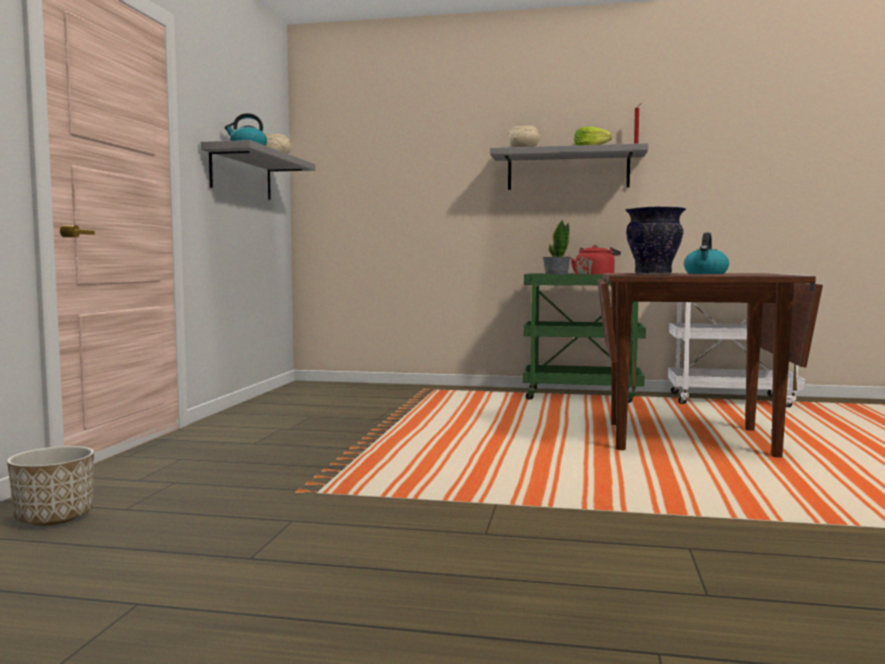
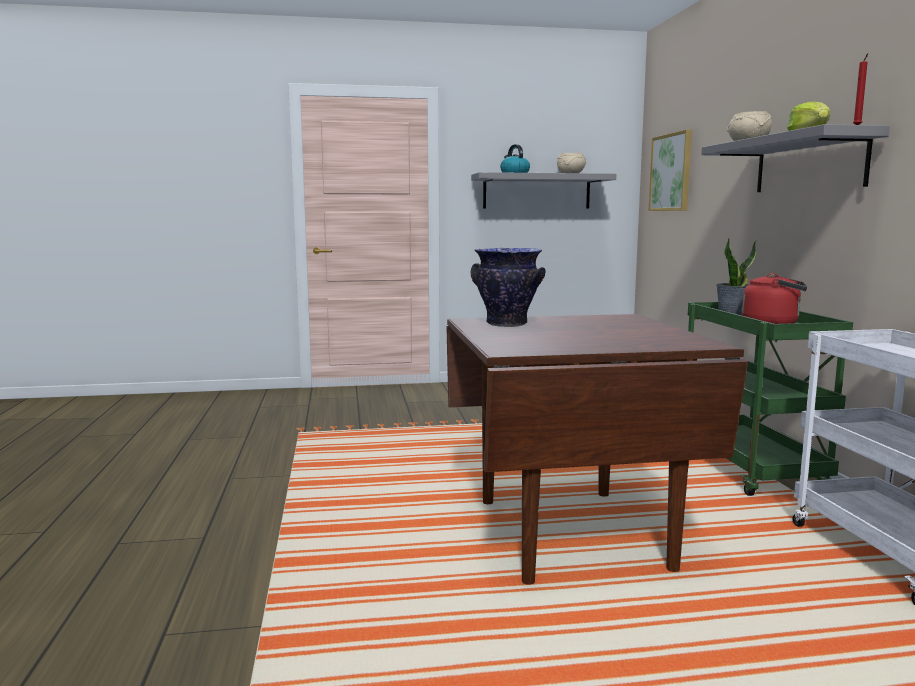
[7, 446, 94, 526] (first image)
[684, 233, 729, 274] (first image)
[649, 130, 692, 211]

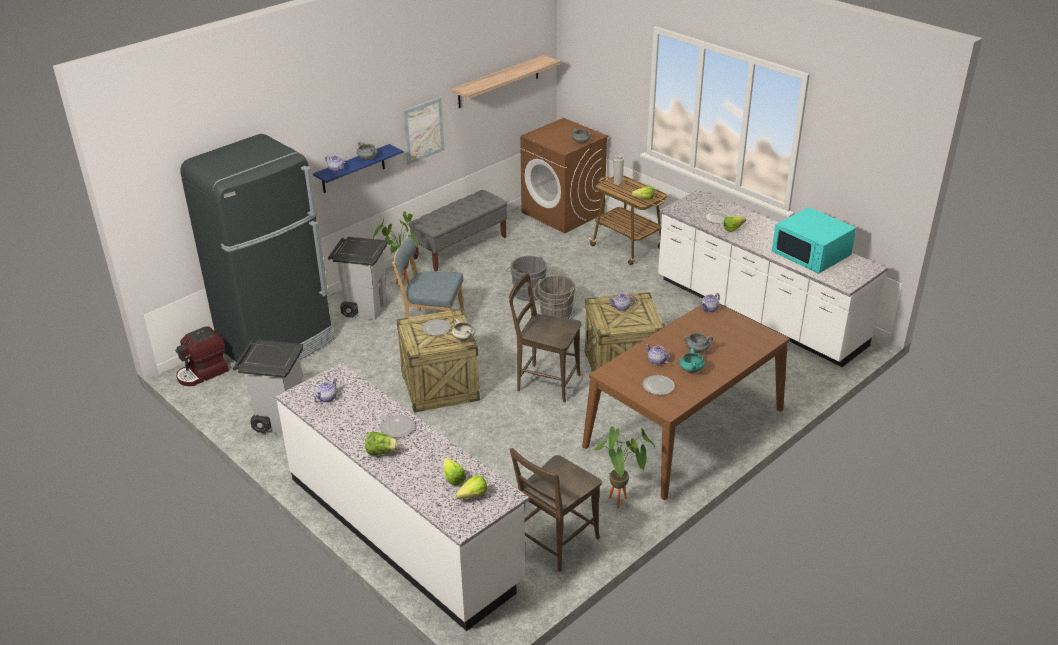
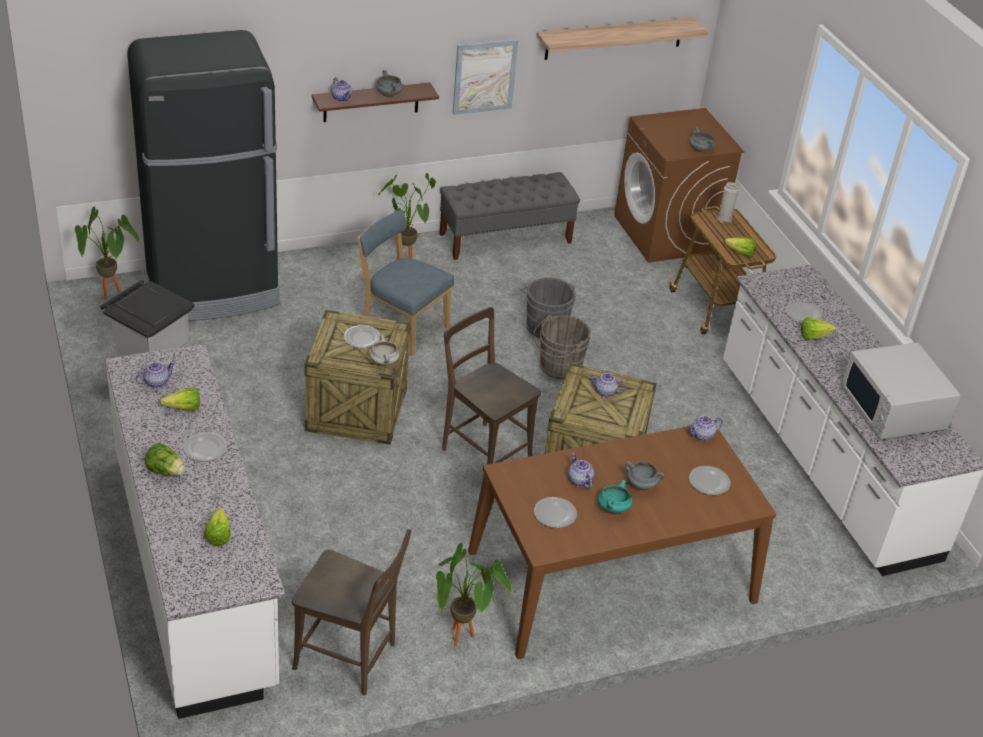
[75, 206, 139, 299]
[312, 83, 439, 122]
[328, 237, 387, 320] (first image)
[160, 388, 200, 411]
[292, 529, 411, 695]
[840, 342, 960, 440]
[689, 466, 731, 495]

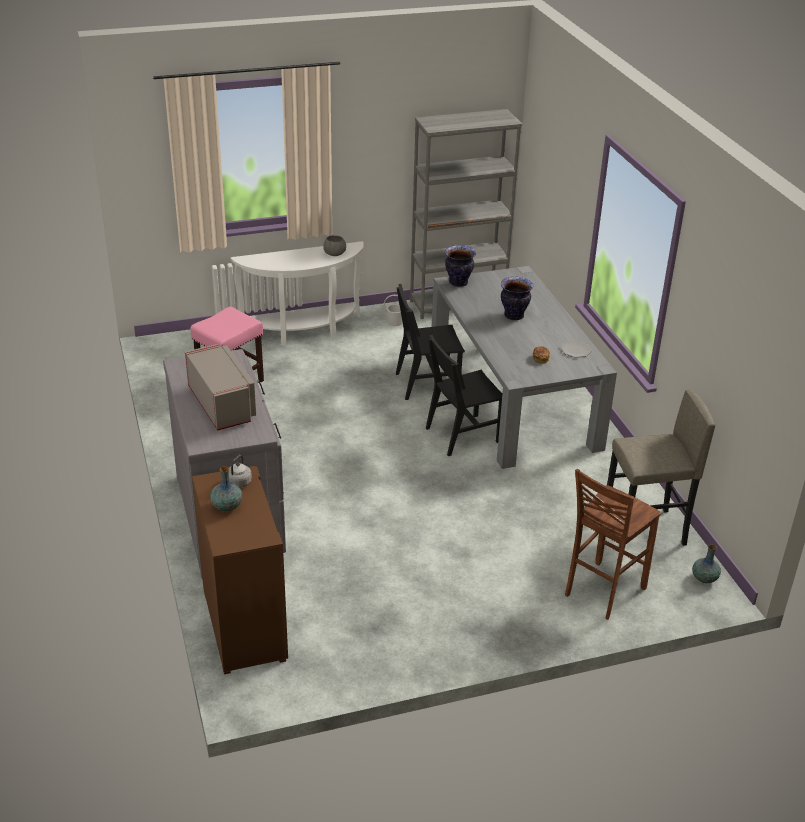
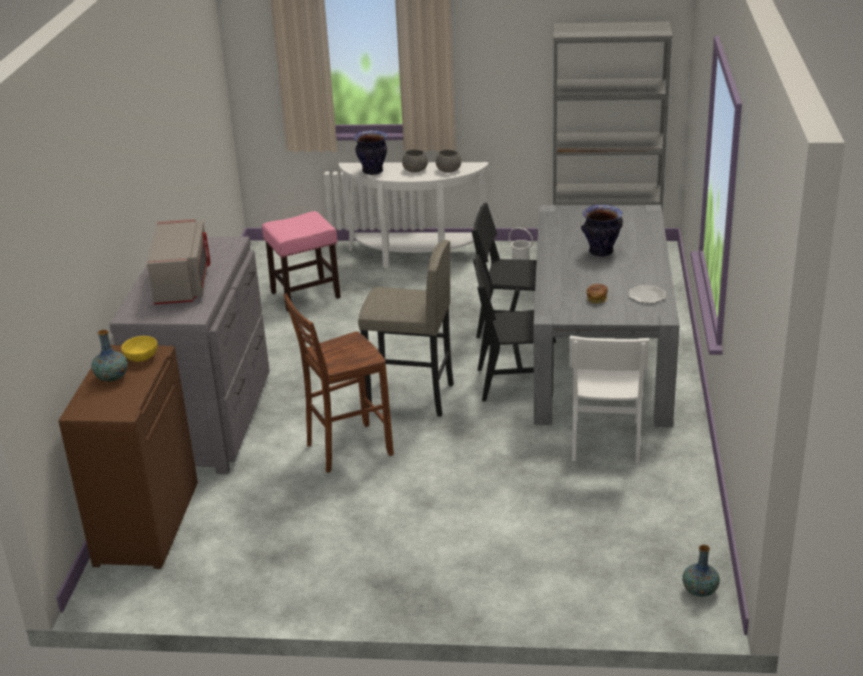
[121, 336, 157, 362]
[354, 130, 387, 175]
[284, 293, 394, 473]
[358, 240, 454, 417]
[402, 150, 428, 172]
[570, 335, 649, 464]

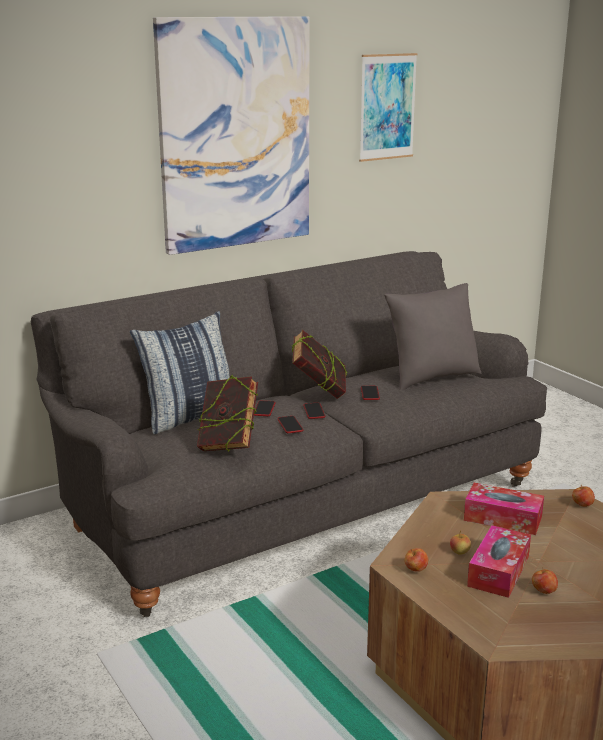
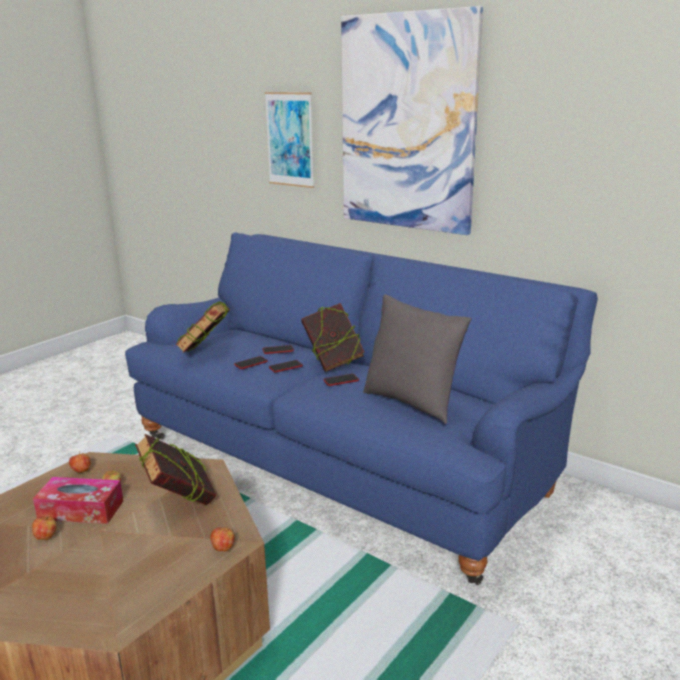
[125, 232, 598, 585]
[130, 311, 230, 434] (first image)
[264, 92, 314, 188]
[135, 434, 216, 505]

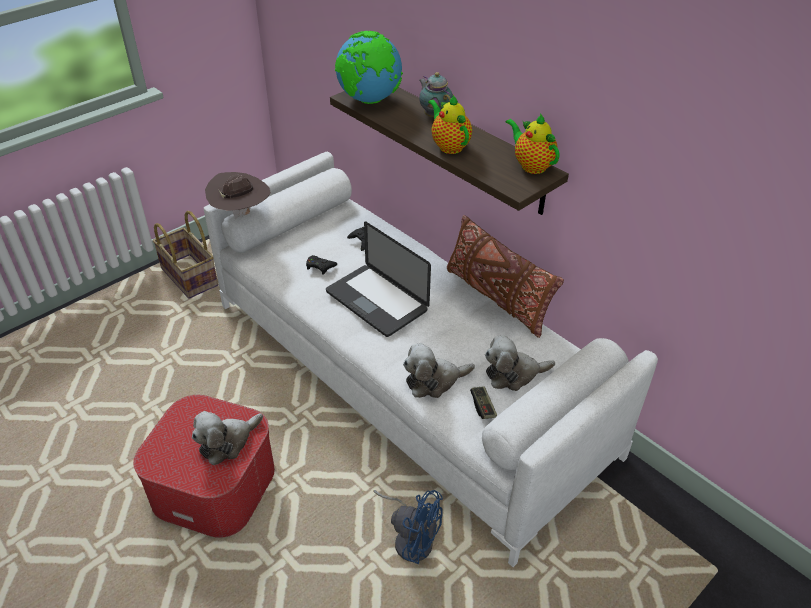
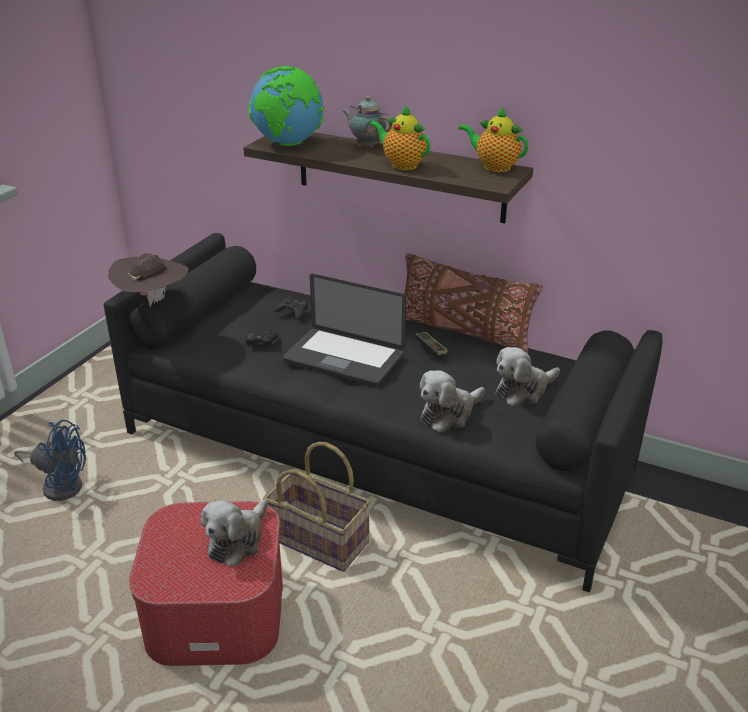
[263, 442, 371, 572]
[104, 233, 662, 593]
[14, 420, 86, 501]
[415, 332, 448, 356]

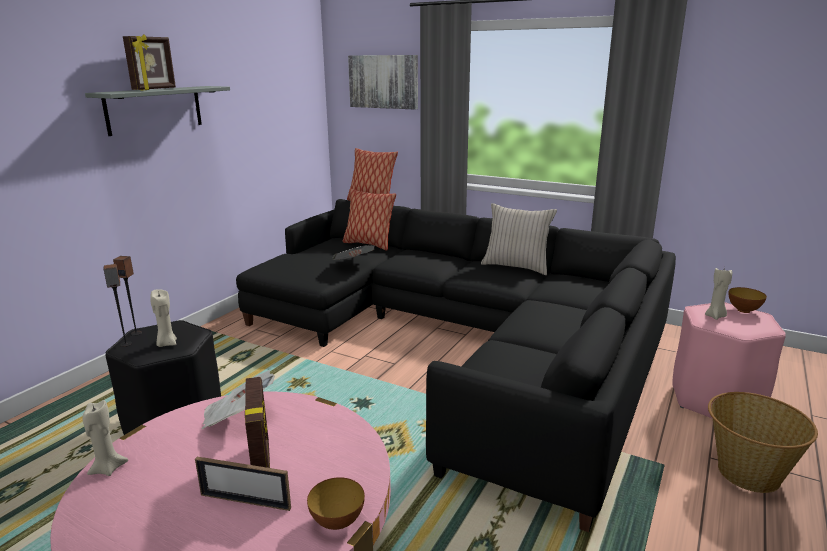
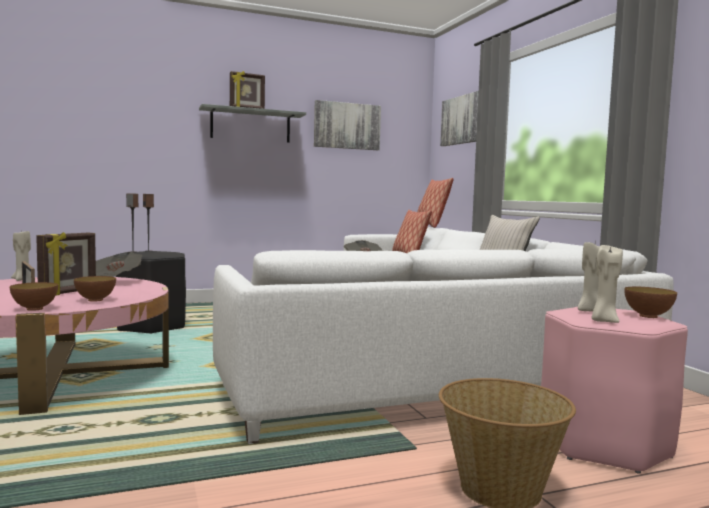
[592, 245, 623, 323]
[213, 227, 674, 444]
[74, 276, 116, 302]
[314, 100, 381, 150]

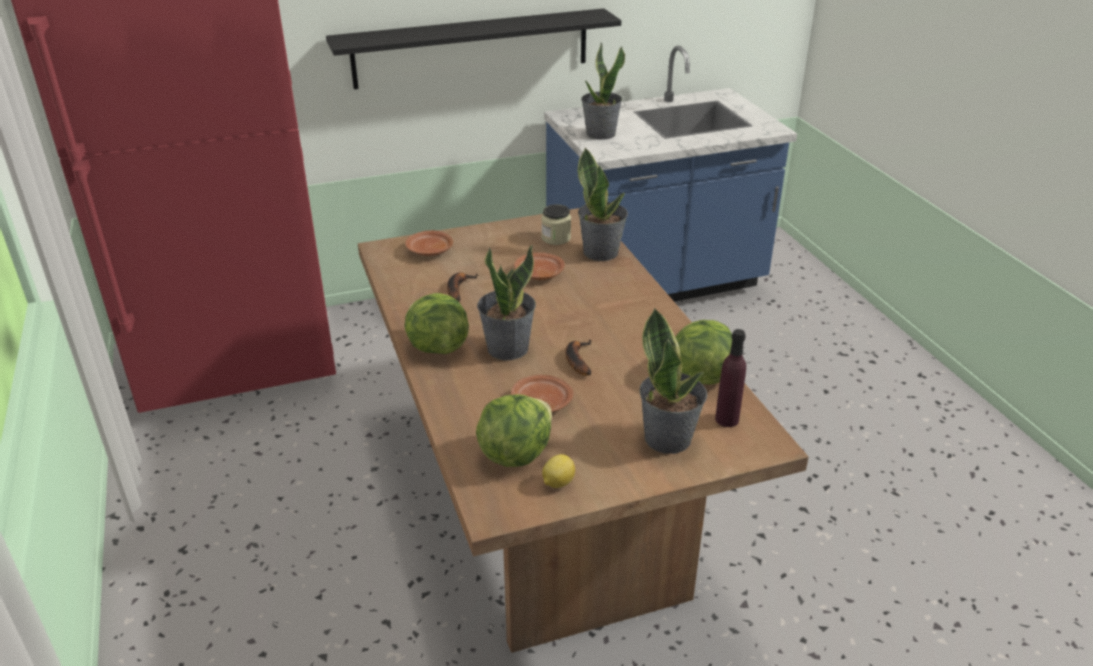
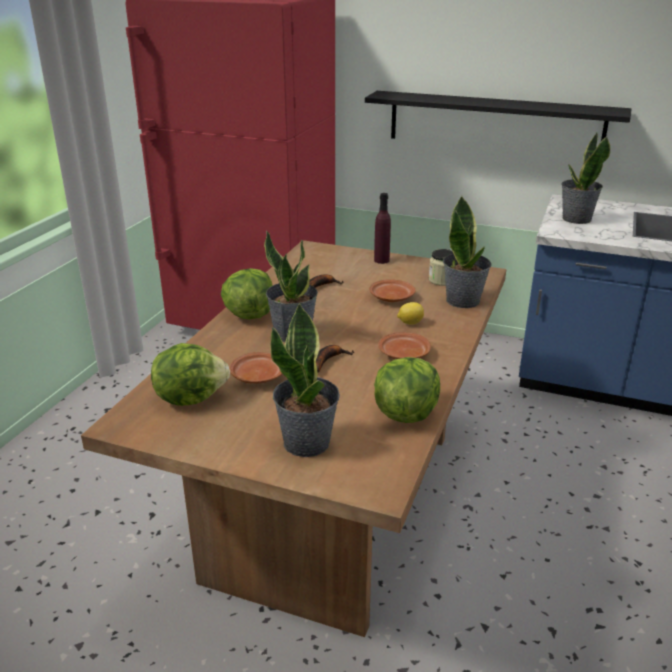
[378, 332, 431, 359]
[397, 302, 424, 324]
[374, 193, 391, 264]

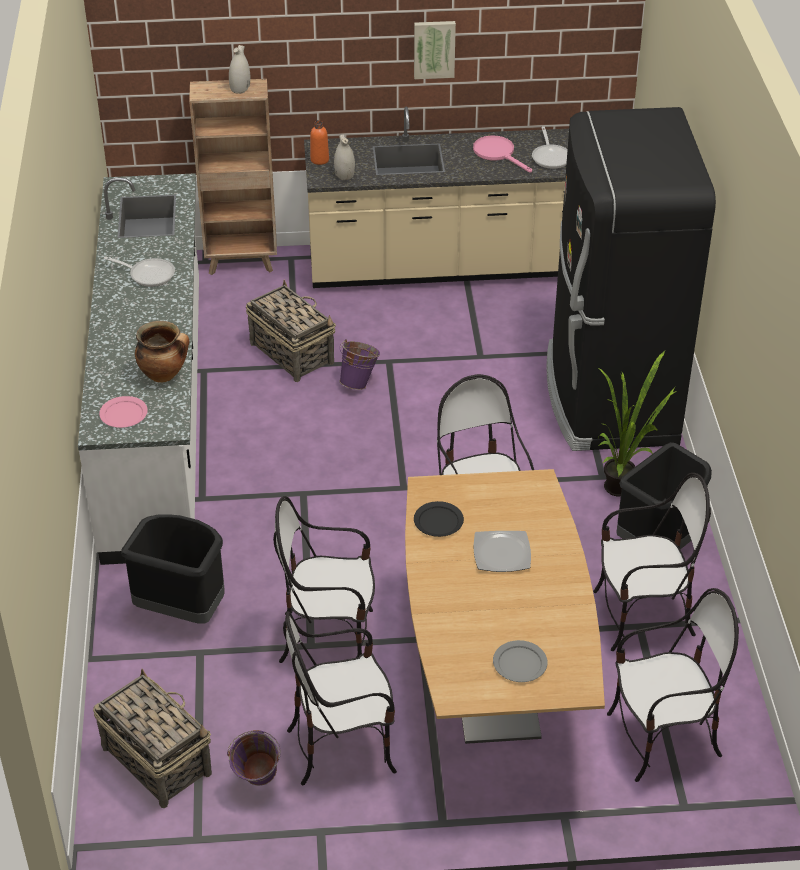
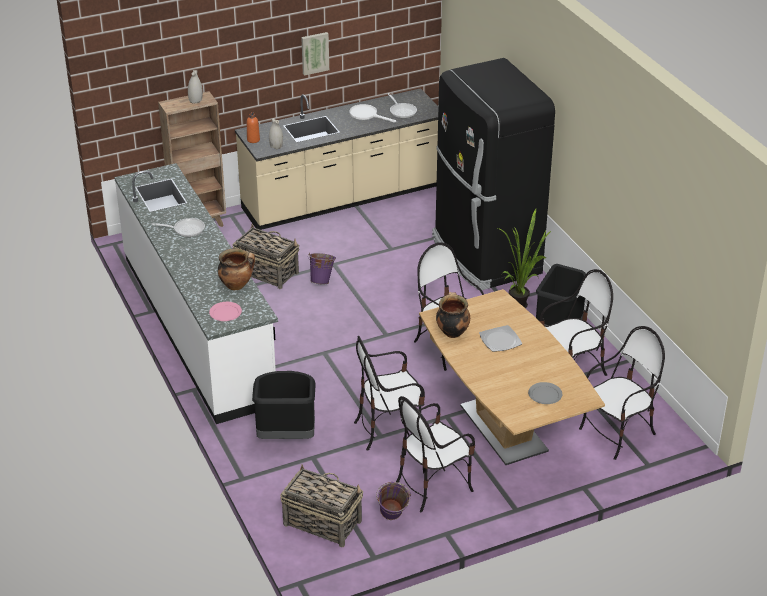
[436, 292, 470, 338]
[349, 104, 396, 123]

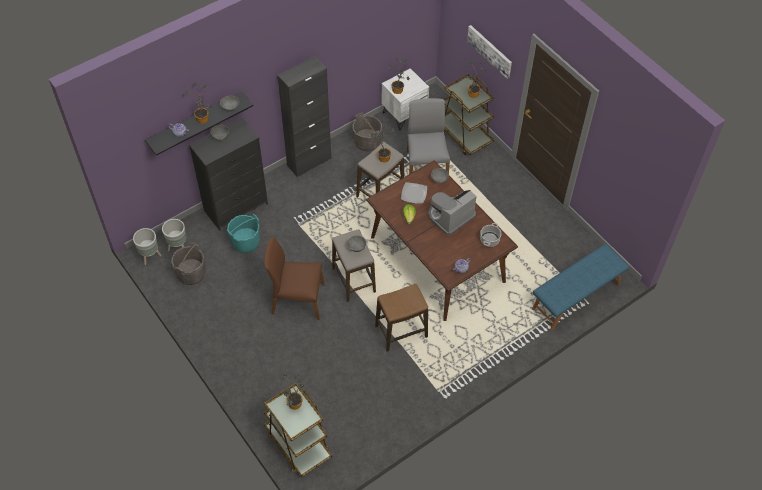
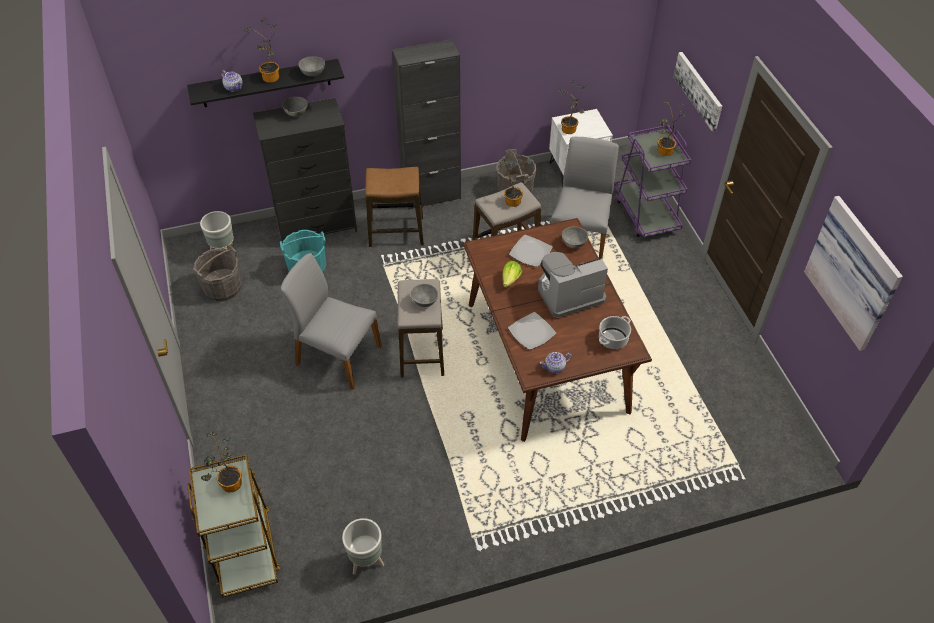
[342, 518, 384, 575]
[281, 253, 382, 390]
[365, 167, 424, 247]
[614, 125, 691, 237]
[532, 244, 630, 331] (first image)
[508, 312, 556, 350]
[804, 196, 903, 351]

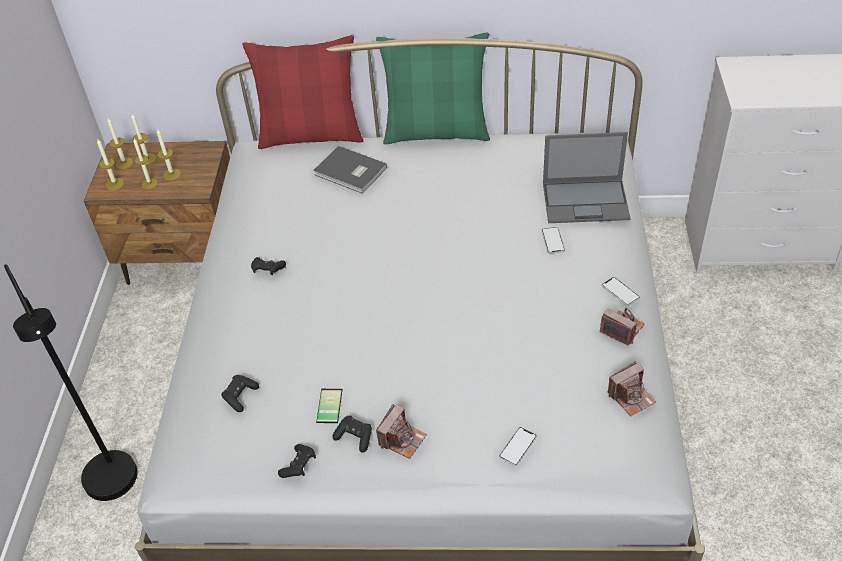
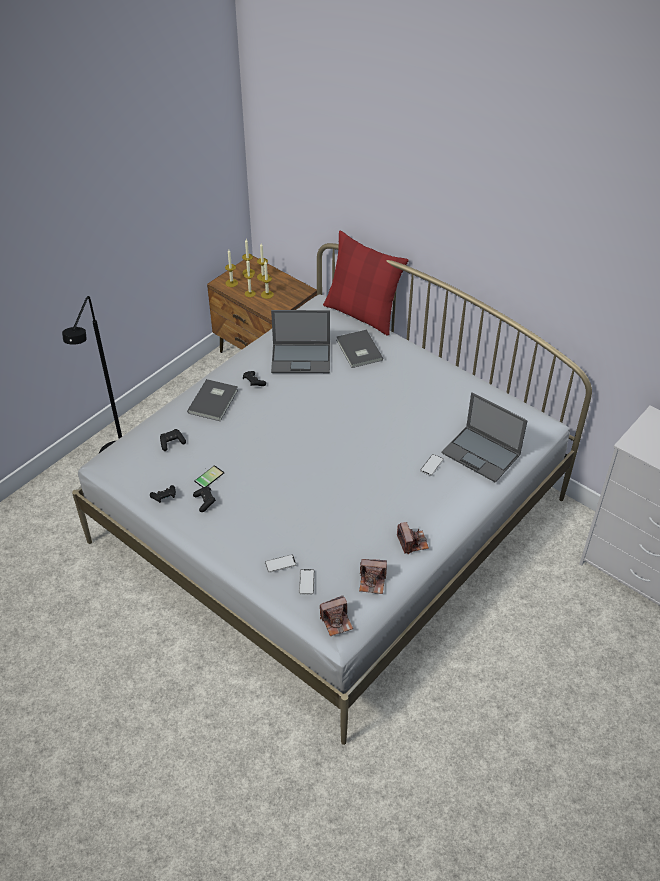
[376, 33, 490, 144] (first image)
[320, 596, 353, 636]
[299, 569, 315, 595]
[187, 379, 238, 421]
[271, 310, 330, 373]

